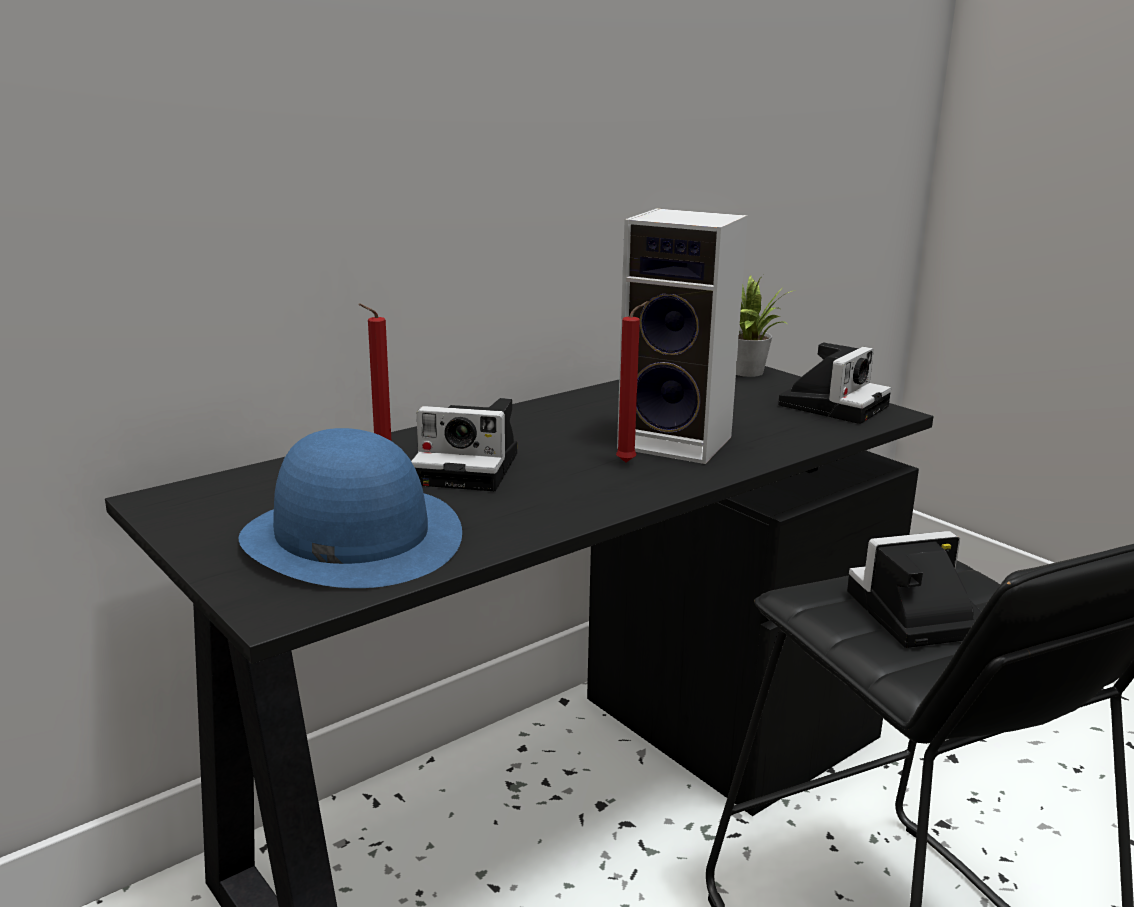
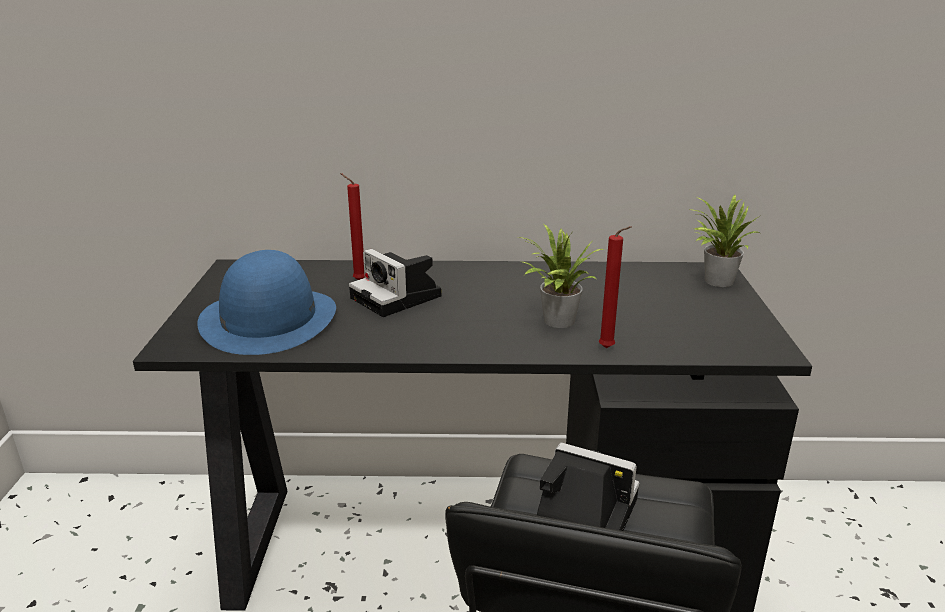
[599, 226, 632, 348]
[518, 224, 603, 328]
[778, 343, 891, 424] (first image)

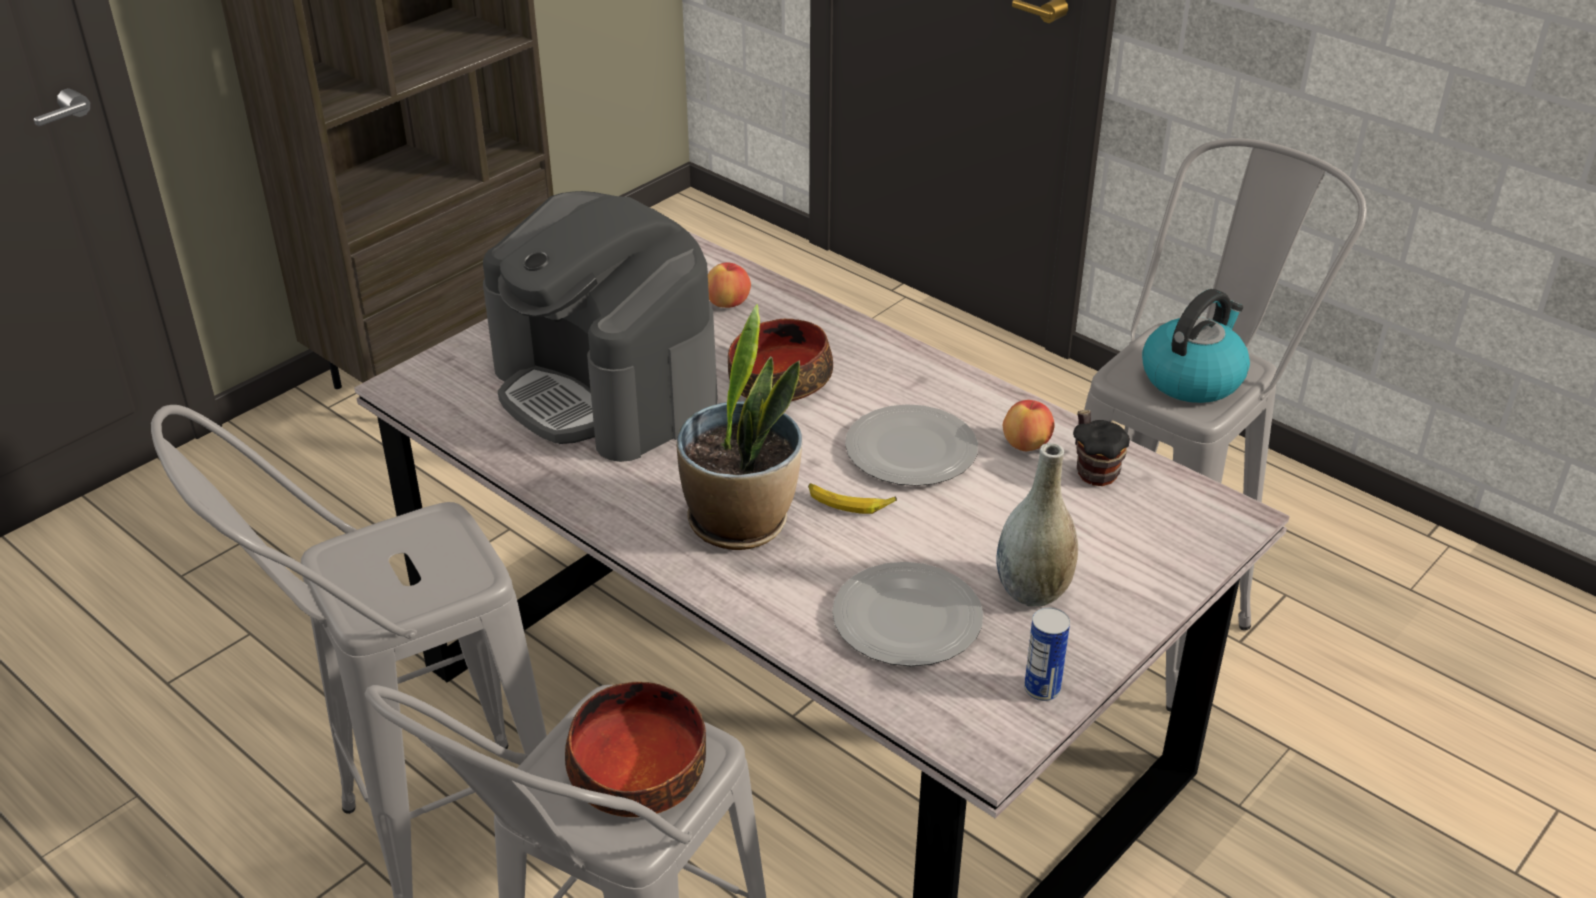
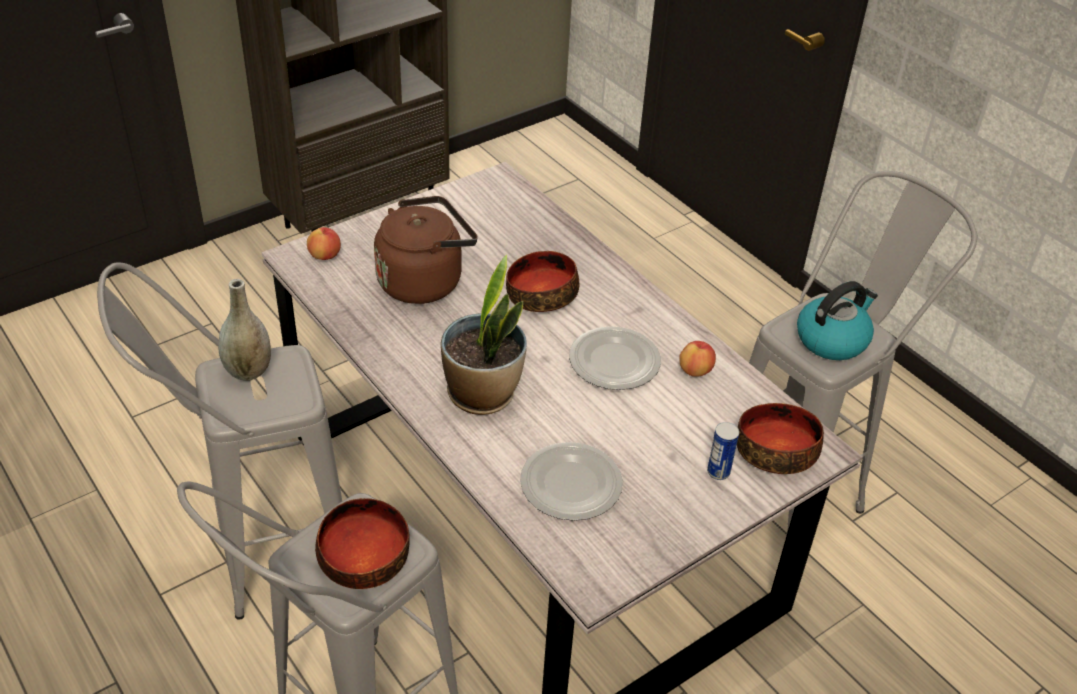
[374, 196, 478, 304]
[307, 227, 341, 260]
[808, 483, 897, 514] (first image)
[218, 279, 271, 381]
[707, 422, 739, 480]
[1073, 410, 1130, 486] (first image)
[737, 403, 824, 474]

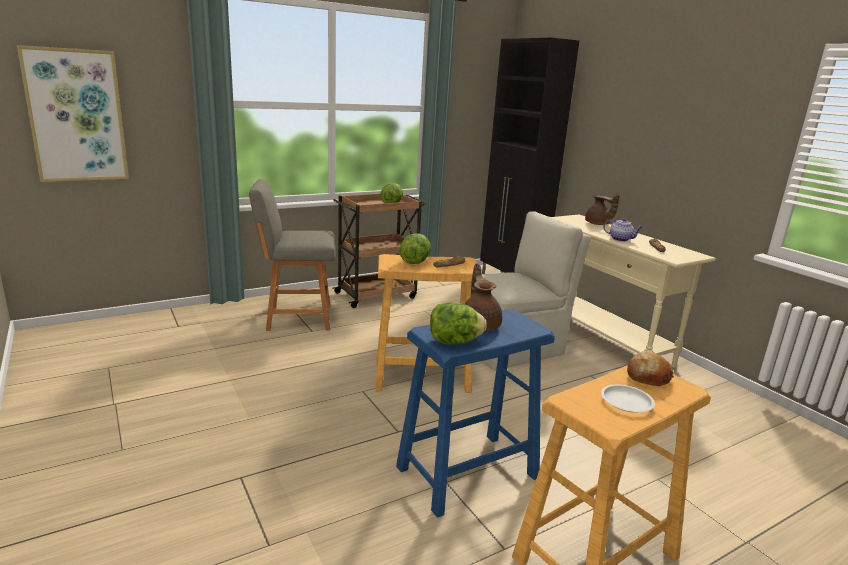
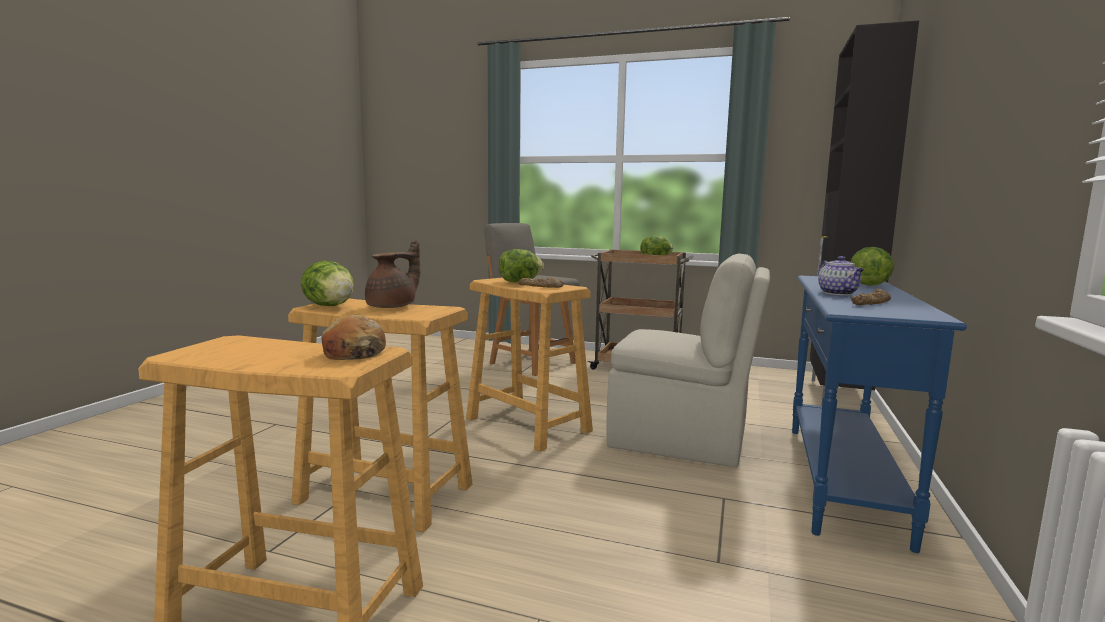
[17, 45, 129, 182] (first image)
[288, 299, 473, 533]
[792, 275, 967, 553]
[851, 247, 894, 286]
[601, 384, 655, 413] (first image)

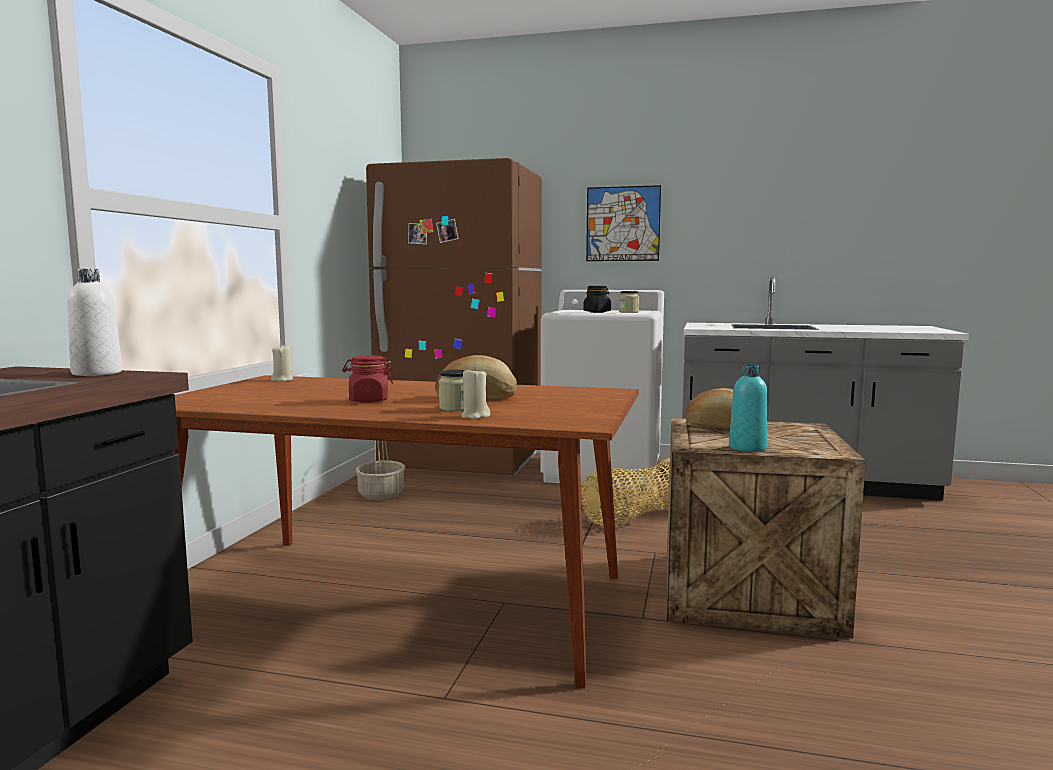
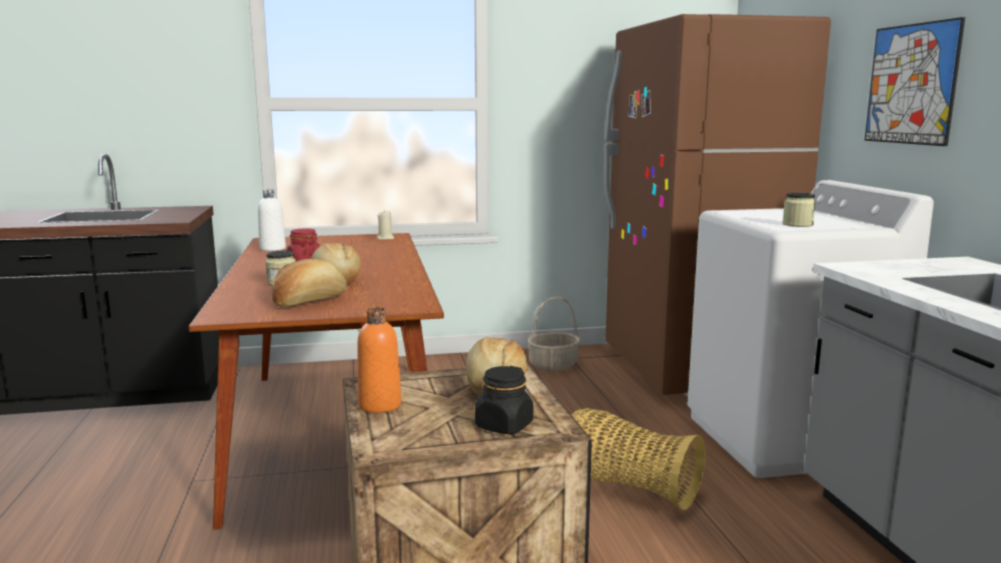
[258, 189, 286, 251]
[461, 367, 490, 419] (first image)
[475, 366, 533, 434]
[357, 307, 401, 413]
[272, 259, 347, 307]

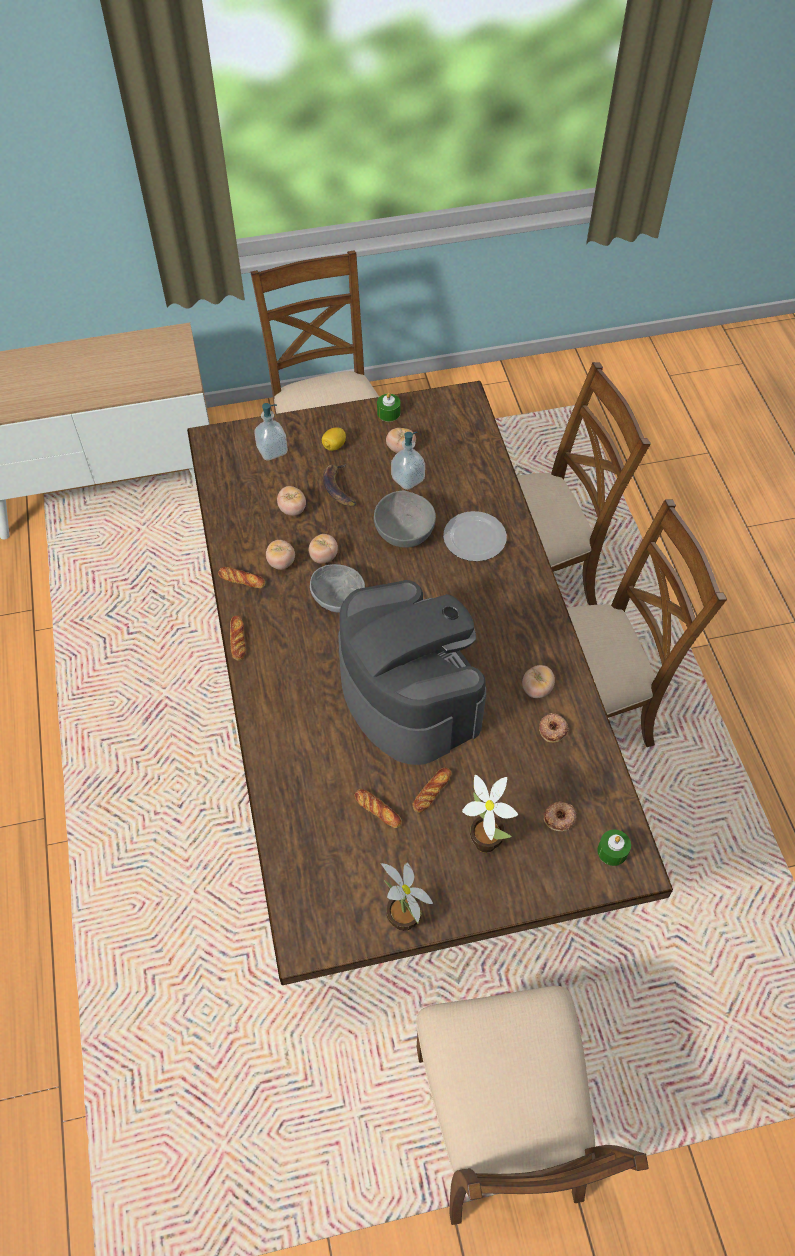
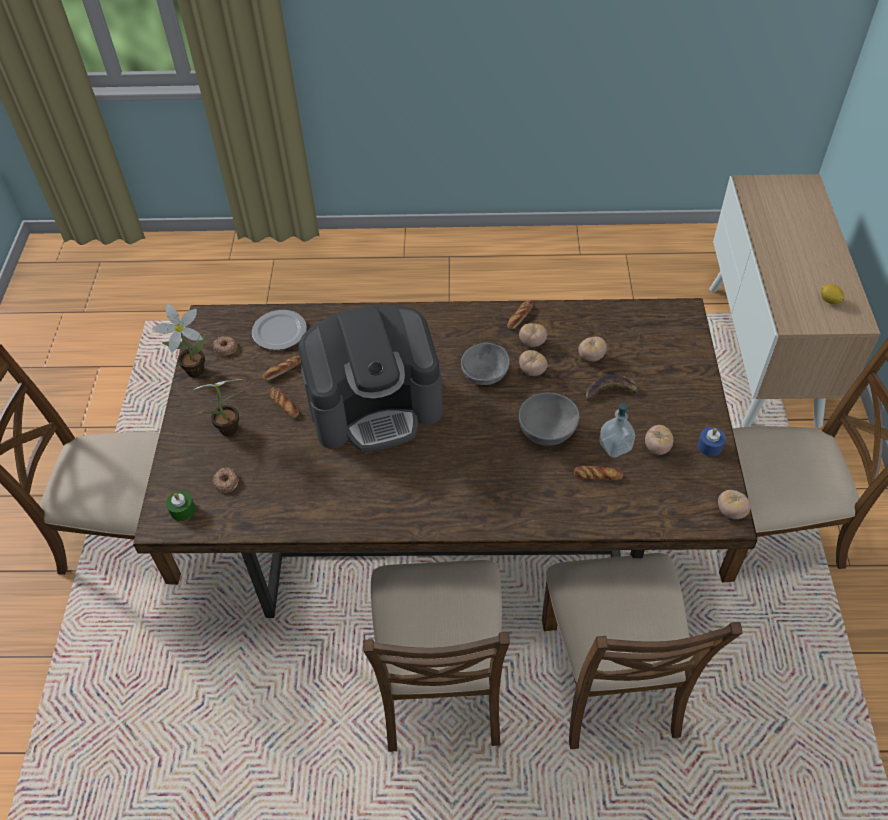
[574, 466, 623, 480]
[254, 403, 287, 461] (first image)
[821, 284, 844, 304]
[697, 427, 726, 456]
[252, 310, 307, 350]
[718, 490, 751, 519]
[213, 336, 237, 356]

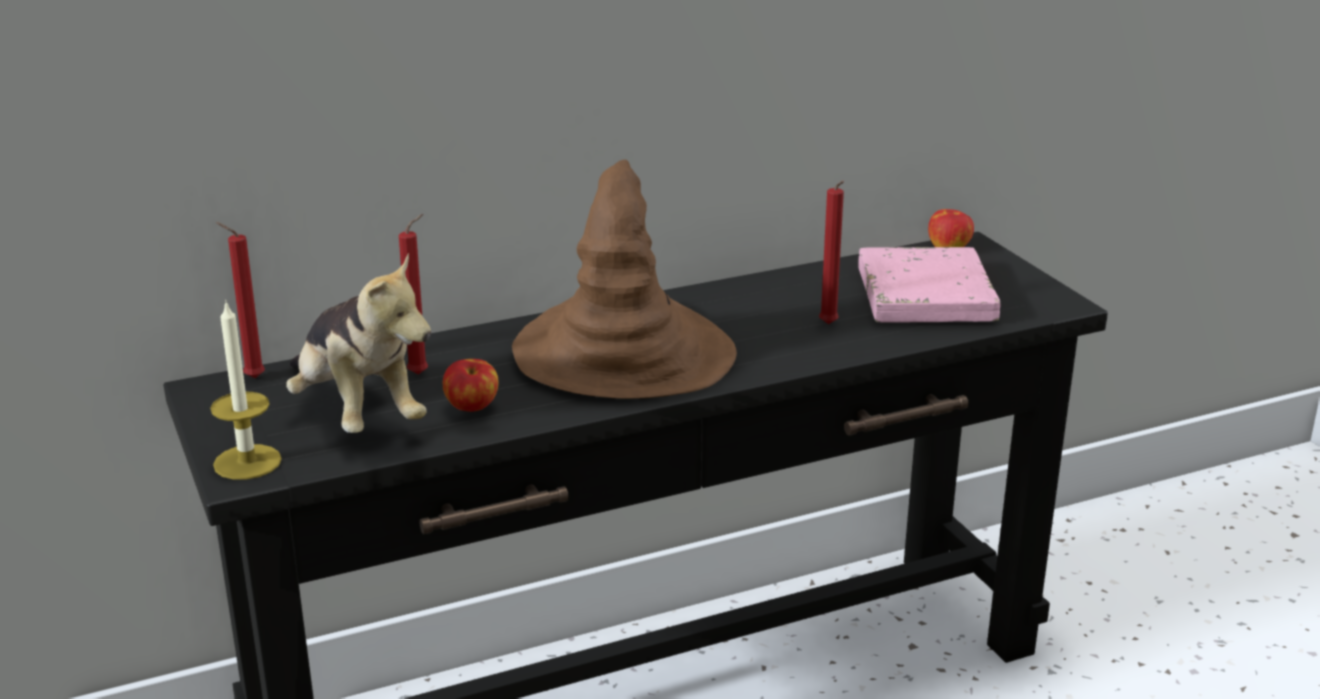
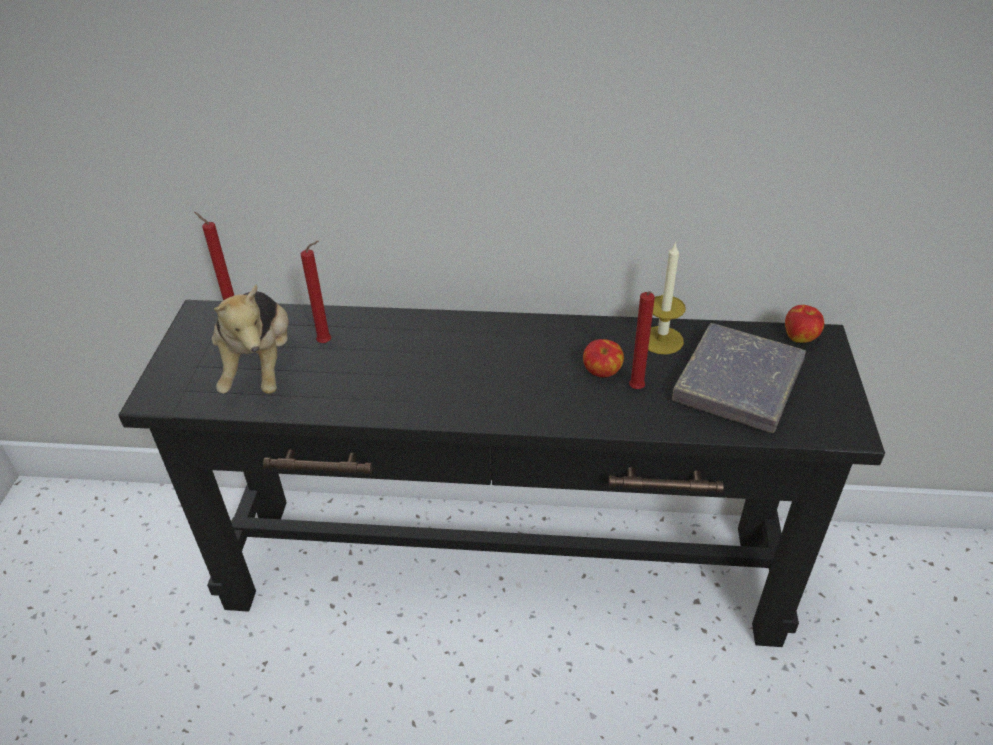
[648, 242, 686, 354]
[583, 339, 624, 377]
[512, 160, 737, 399] (first image)
[672, 323, 806, 433]

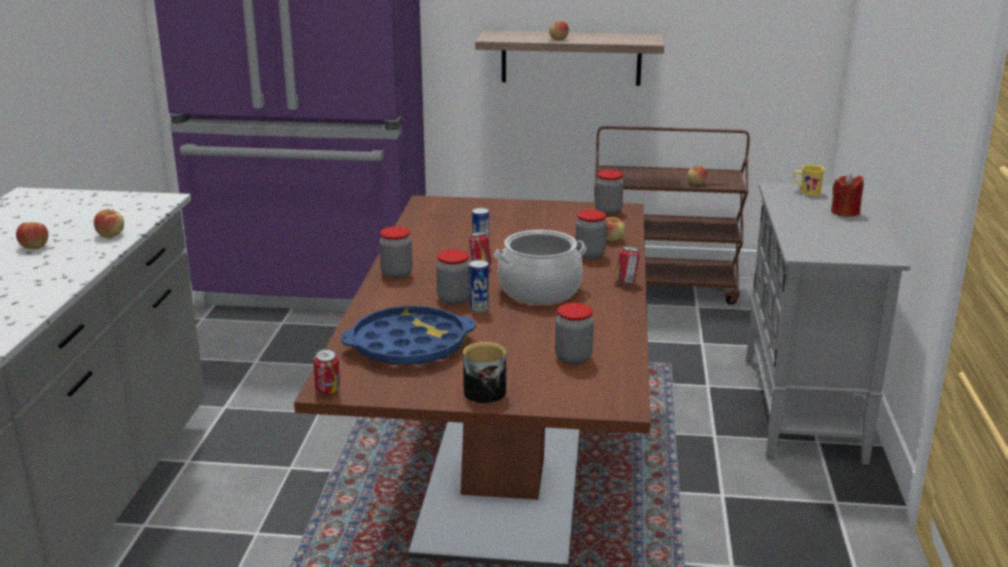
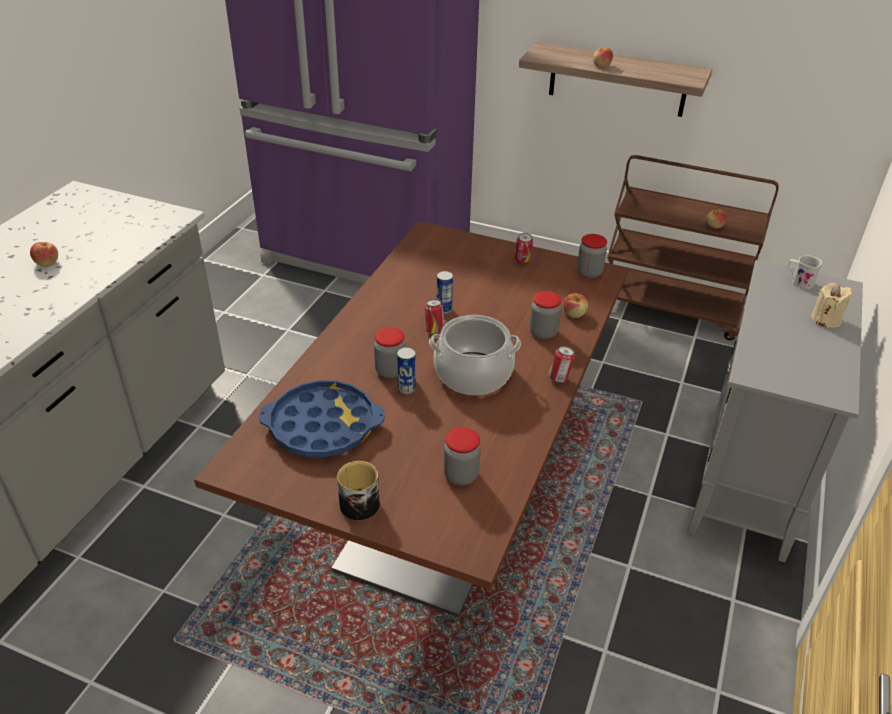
[94, 210, 124, 237] (first image)
[515, 233, 533, 263]
[379, 226, 413, 278] (first image)
[788, 255, 822, 289]
[811, 283, 852, 328]

